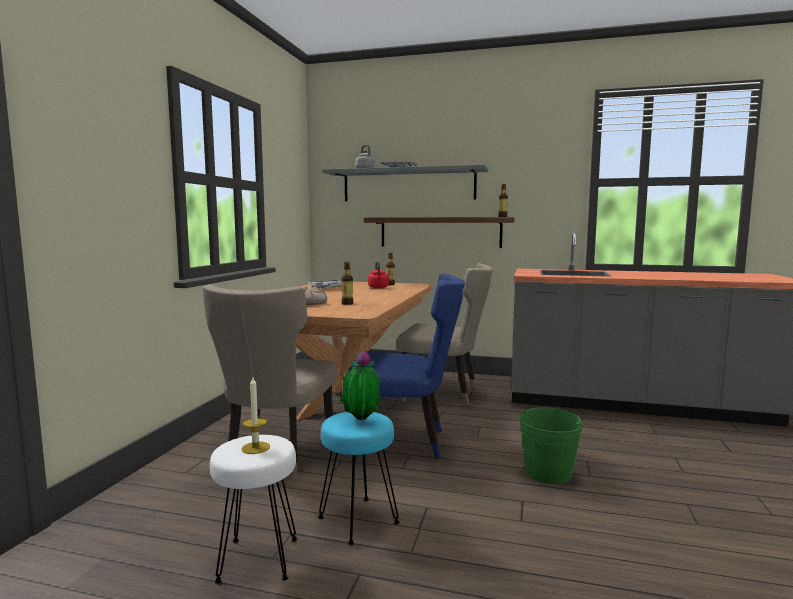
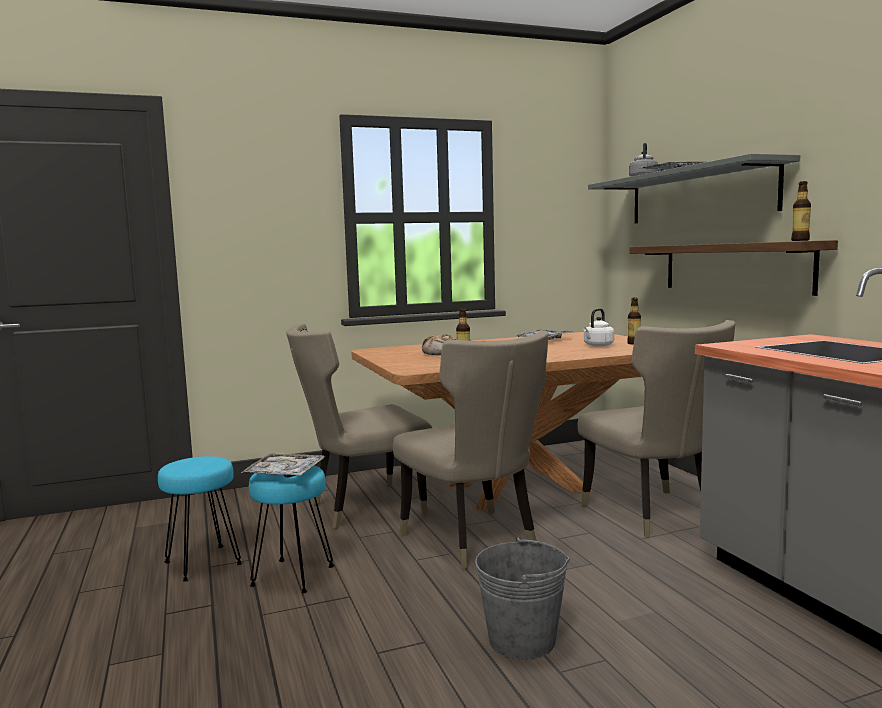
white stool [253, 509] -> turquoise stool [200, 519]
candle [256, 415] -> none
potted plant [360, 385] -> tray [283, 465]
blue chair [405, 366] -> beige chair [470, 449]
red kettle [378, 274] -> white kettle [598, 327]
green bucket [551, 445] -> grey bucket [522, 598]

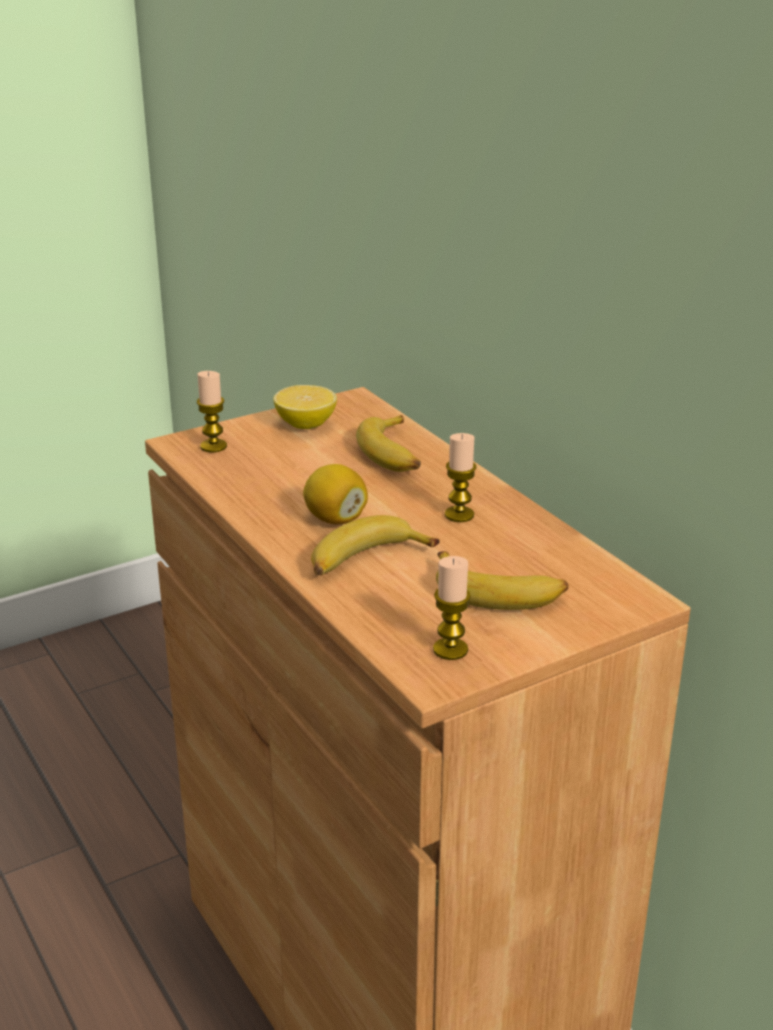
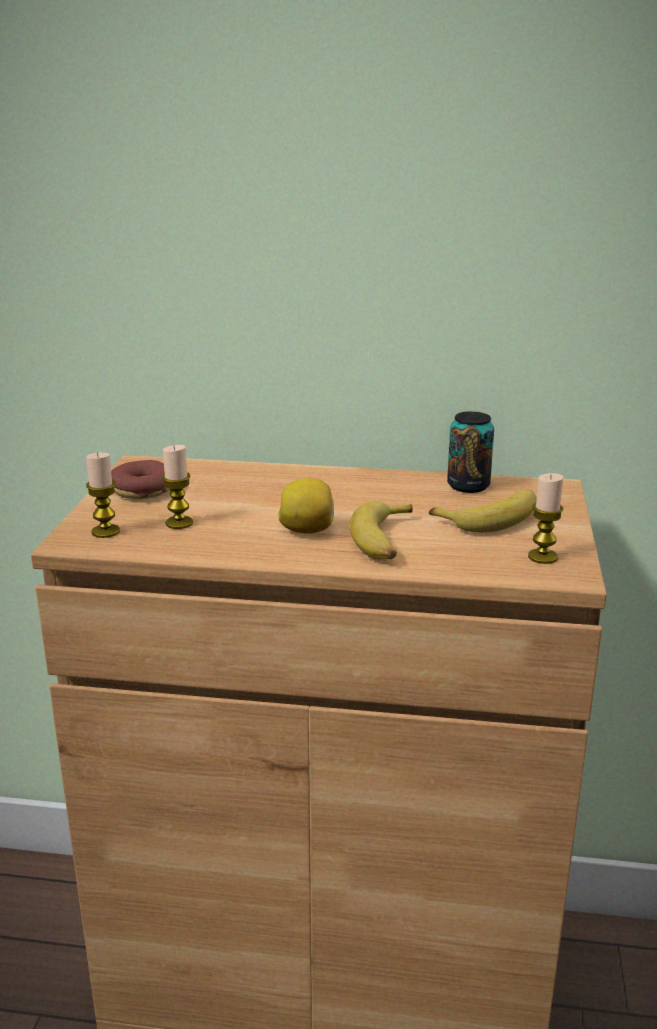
lemon [305, 407] -> donut [141, 479]
banana [388, 443] -> none
candle [460, 477] -> candle [177, 487], relocated
none -> can [470, 452]

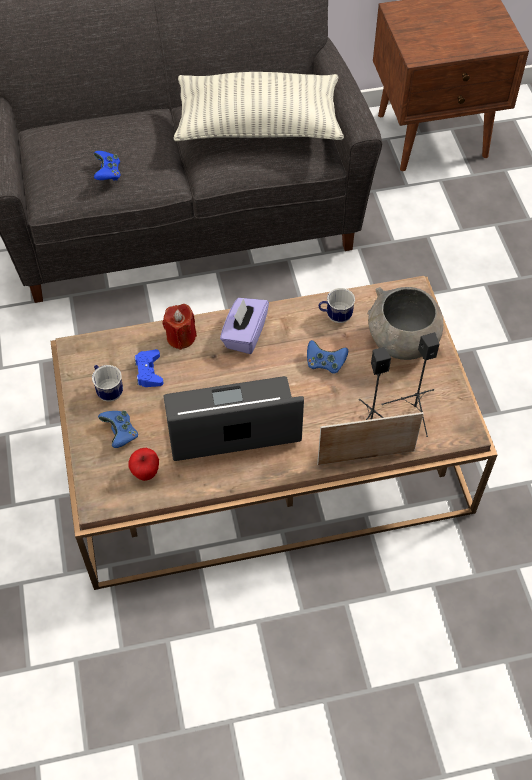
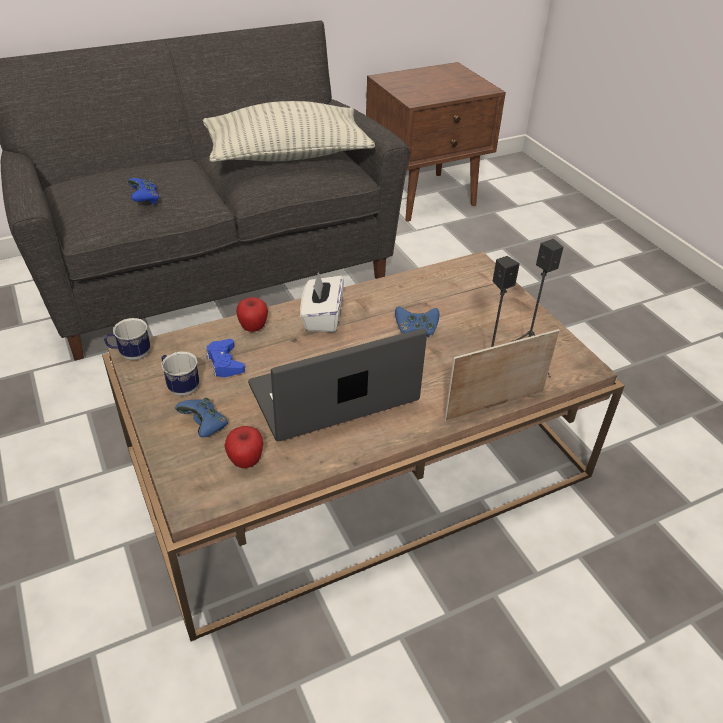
red candle [179, 327] -> apple [252, 314]
purple tissue box [244, 326] -> white tissue box [322, 302]
mug [337, 305] -> mug [127, 339], relocated
grey bowl [405, 323] -> none

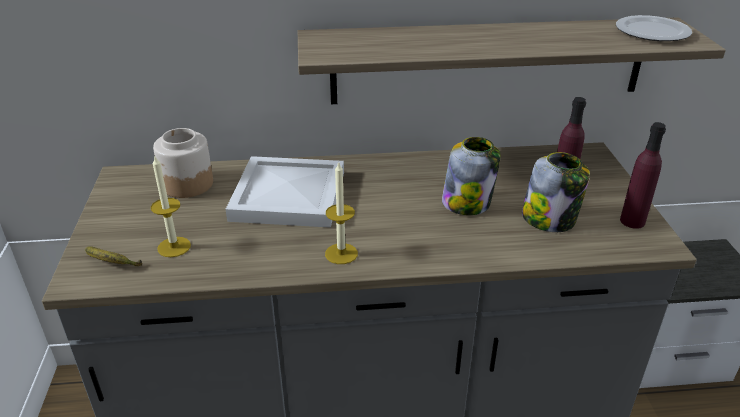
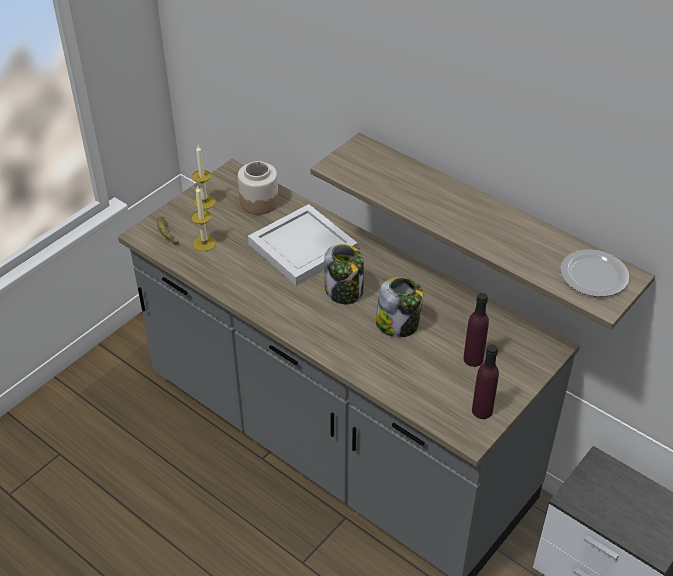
candle [341, 212] -> candle [204, 177], relocated
jar [556, 192] -> jar [344, 274], relocated

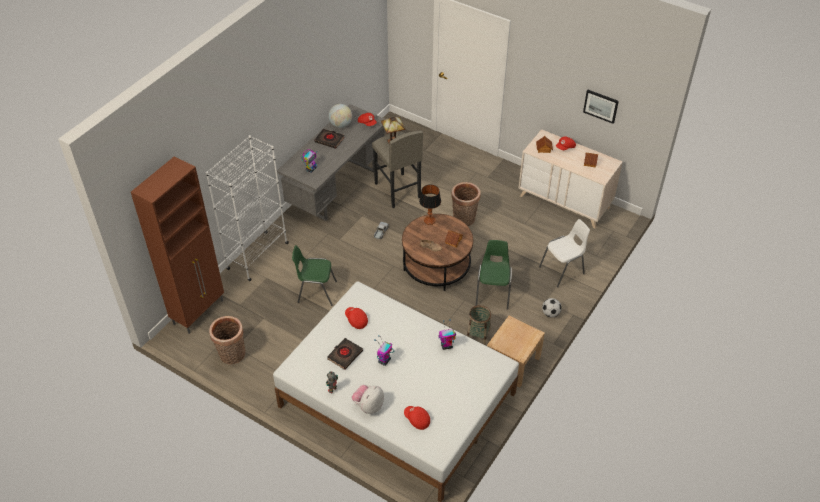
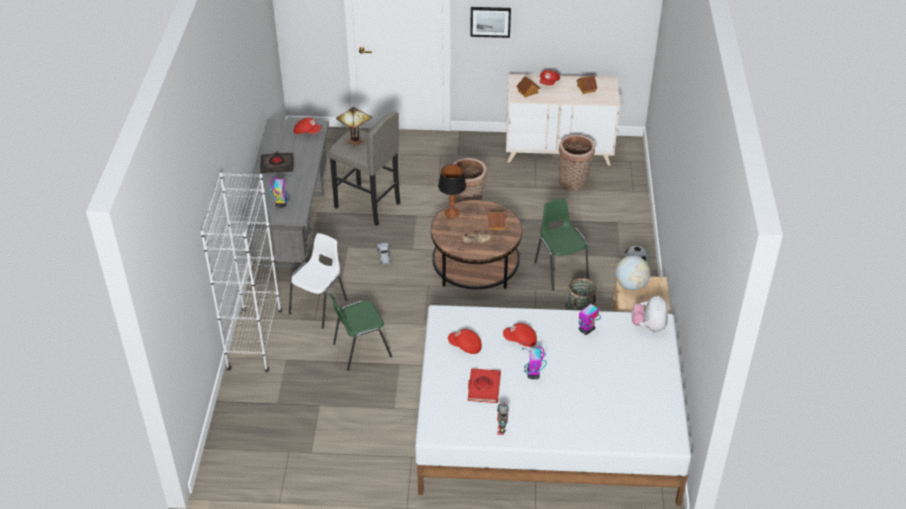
brown cabinet [177, 245] -> none
basket [227, 340] -> basket [577, 163], relocated
black book [345, 354] -> red book [484, 385]
globe [340, 116] -> globe [632, 273], relocated
plush toy [368, 399] -> plush toy [650, 313], relocated
red cap [417, 418] -> red cap [520, 335], relocated
white chair [564, 253] -> white chair [318, 281], relocated
picture [601, 107] -> picture [490, 22], relocated

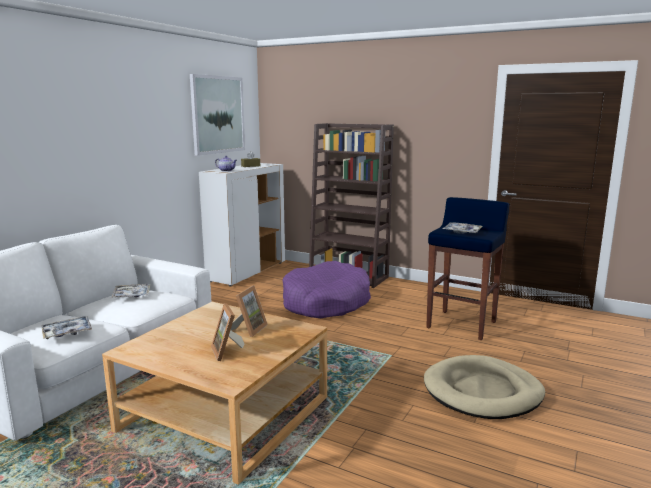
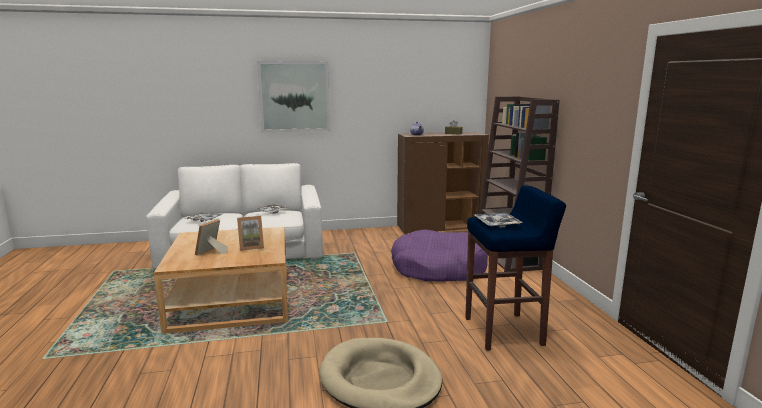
picture [217, 115] -> picture [293, 96], relocated
white cabinet [242, 225] -> brown cabinet [443, 183]

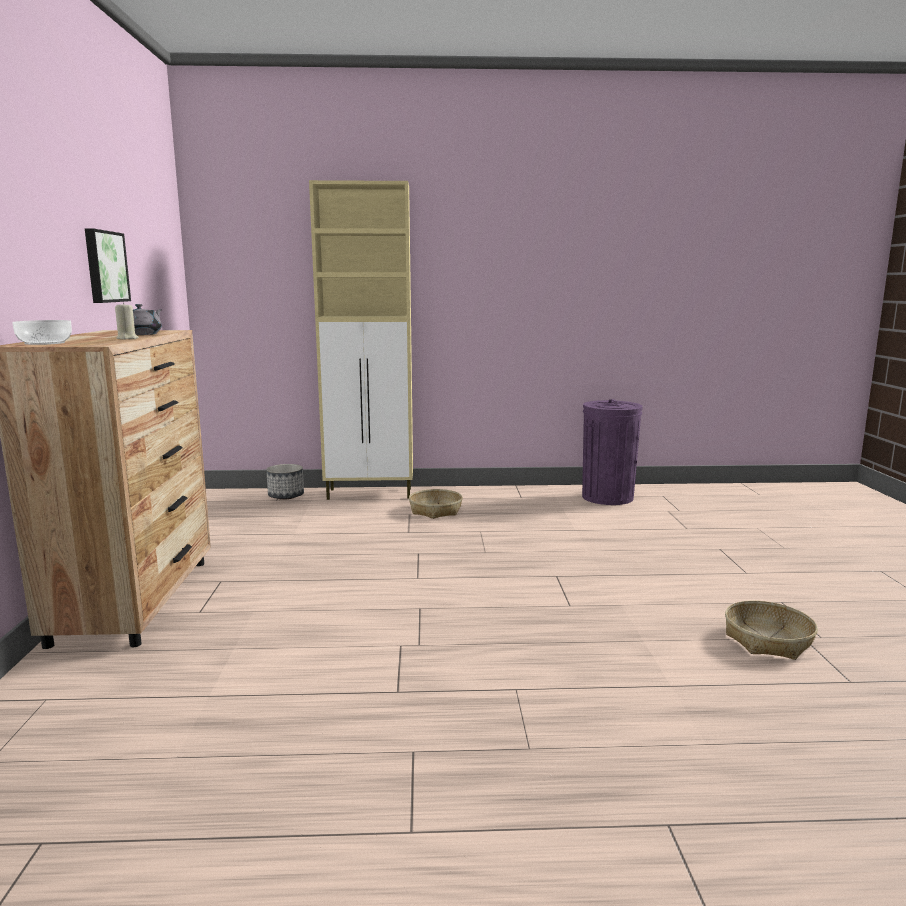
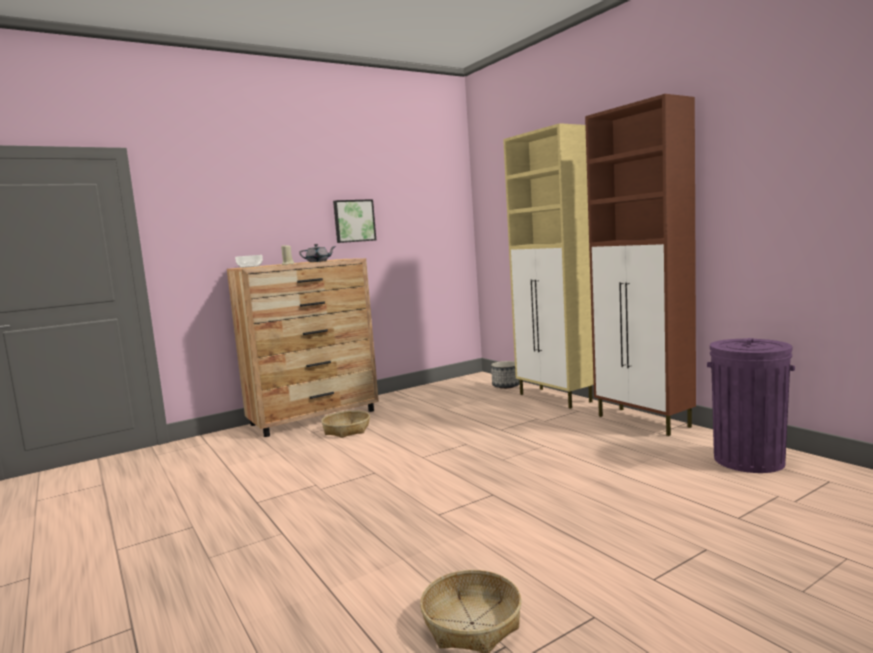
basket [436, 504] -> basket [345, 424], relocated
none -> brown cabinet [640, 265]

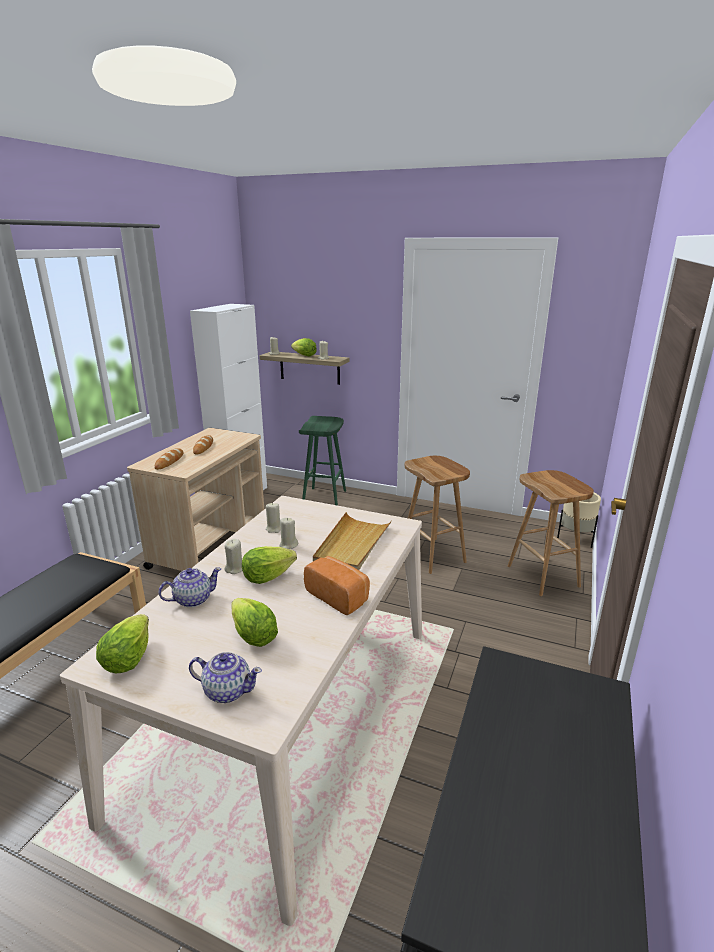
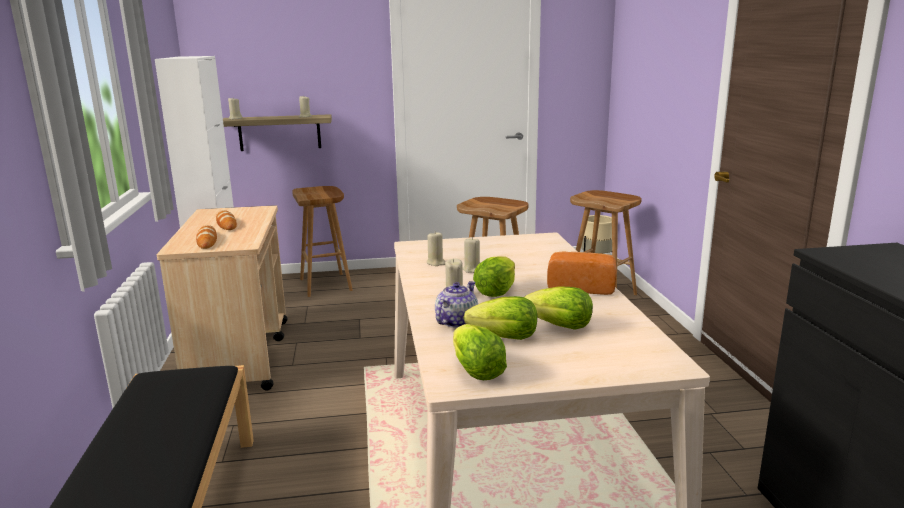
teapot [225, 677] -> none
lettuce [304, 347] -> lettuce [500, 318], relocated
green stool [322, 461] -> brown stool [322, 241]
beige tray [352, 541] -> none

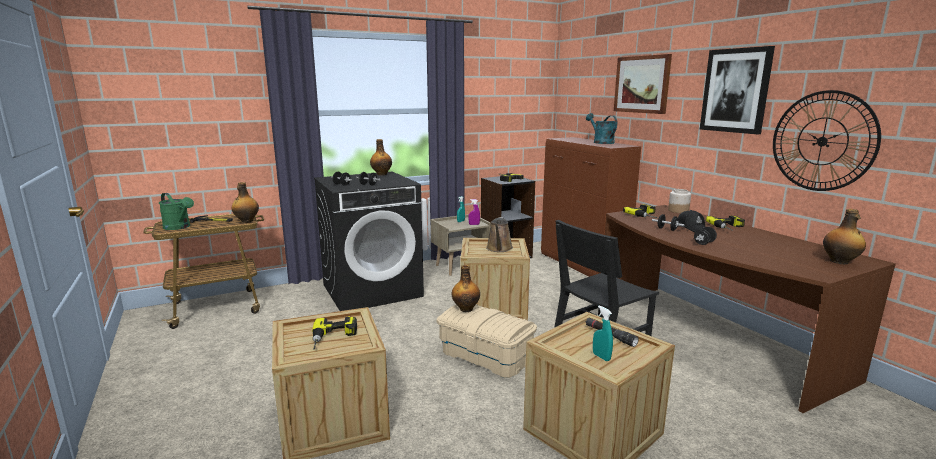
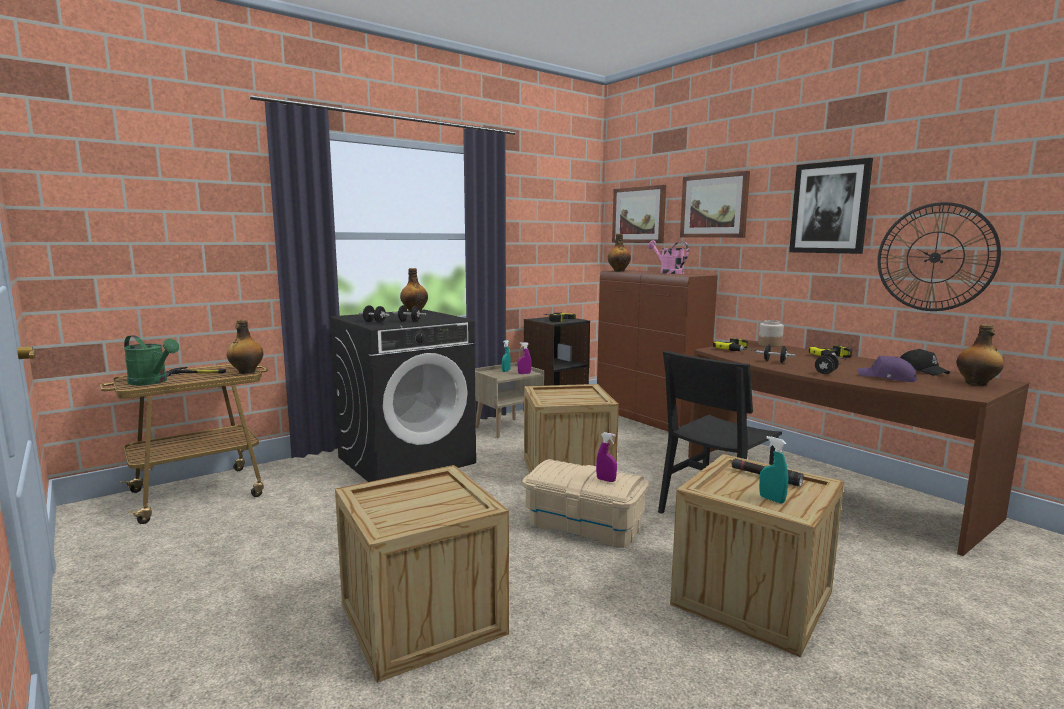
power drill [334, 333] -> none
bottle [465, 288] -> bottle [619, 253], relocated
brown watering can [499, 234] -> none
turquoise watering can [601, 128] -> pink watering can [668, 257]
black cap [691, 221] -> black cap [925, 362], relocated
none -> purple spray bottle [606, 457]
none -> picture [639, 214]
none -> purple cap [887, 369]

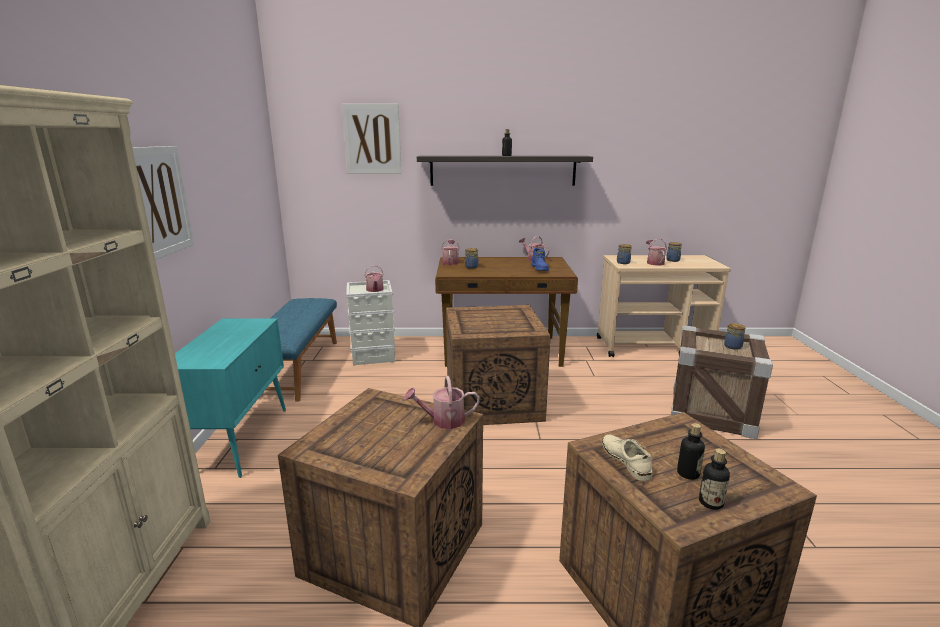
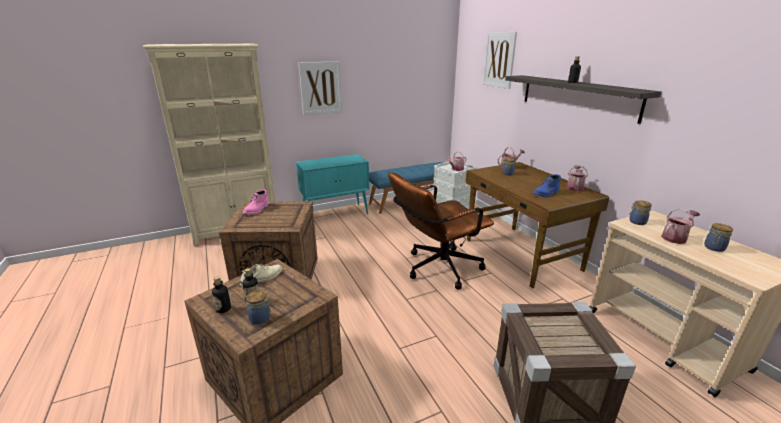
watering can [442, 402] -> none
crate [498, 365] -> brown office chair [441, 231]
jar [735, 336] -> jar [258, 307], relocated
none -> pink boot [256, 202]

